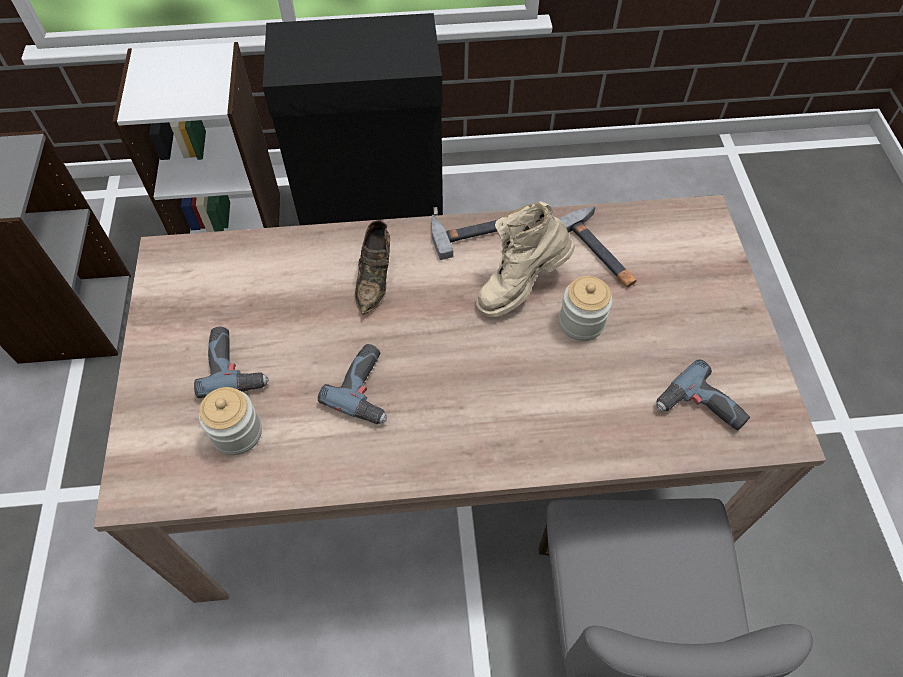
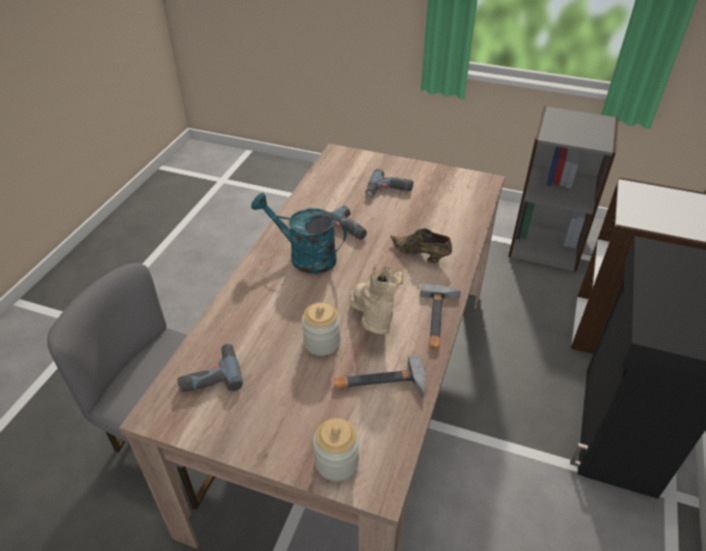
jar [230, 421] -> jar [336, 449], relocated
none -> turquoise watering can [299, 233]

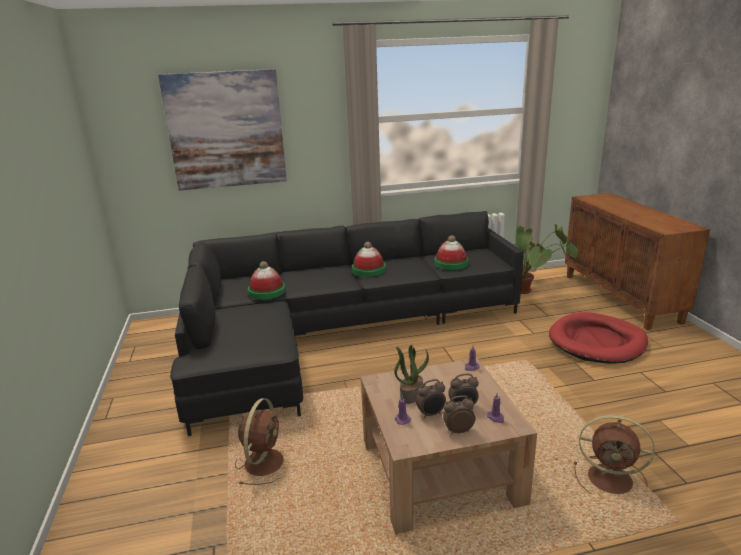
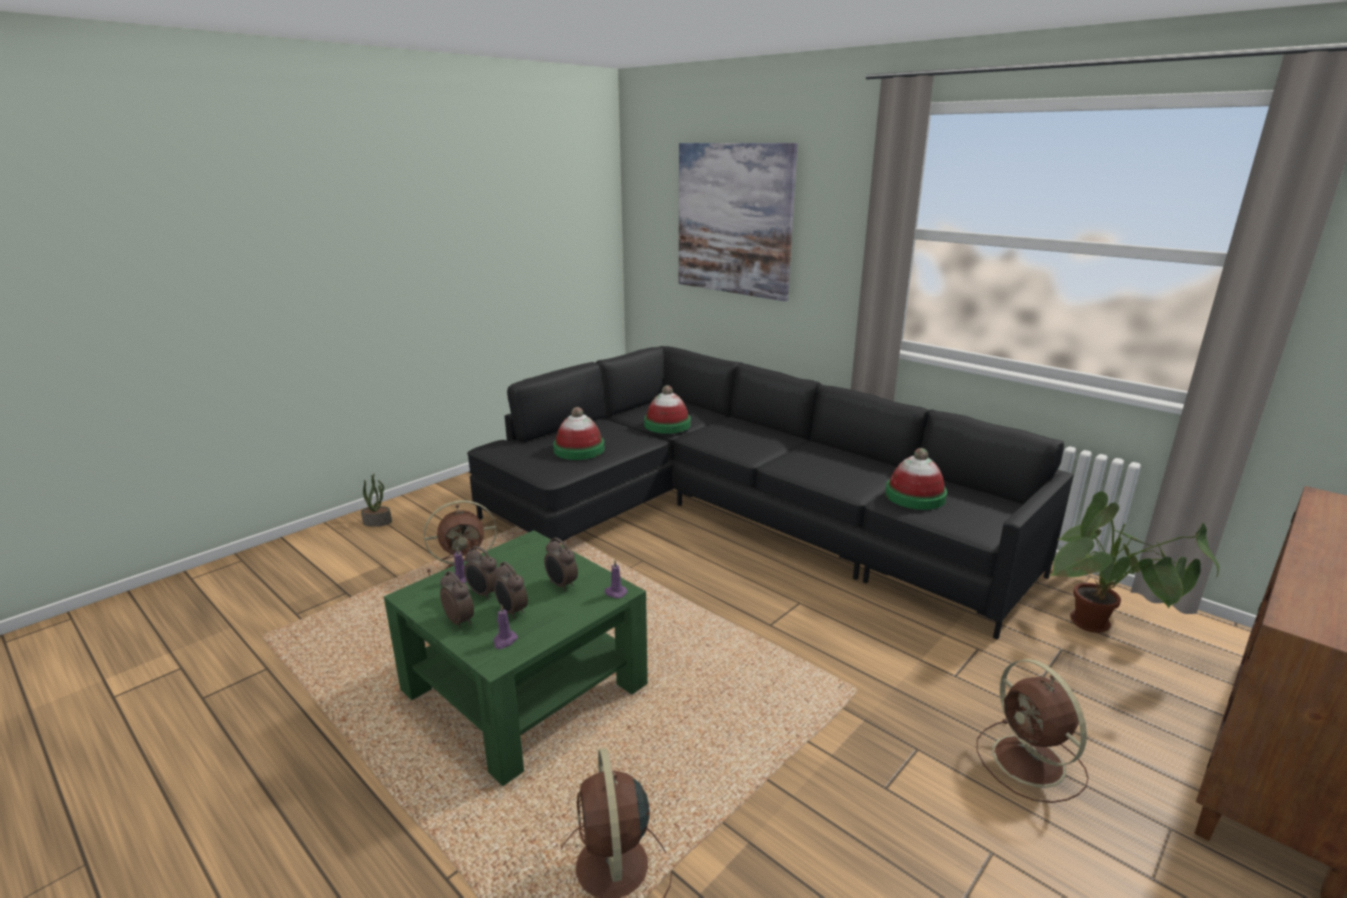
hat [369, 259] -> hat [579, 433], relocated
brown coffee table [449, 446] -> green coffee table [516, 658]
potted plant [411, 374] -> potted plant [376, 500], relocated
red dog bed [598, 337] -> brown fan [1033, 731]
none -> alarm clock [561, 564]

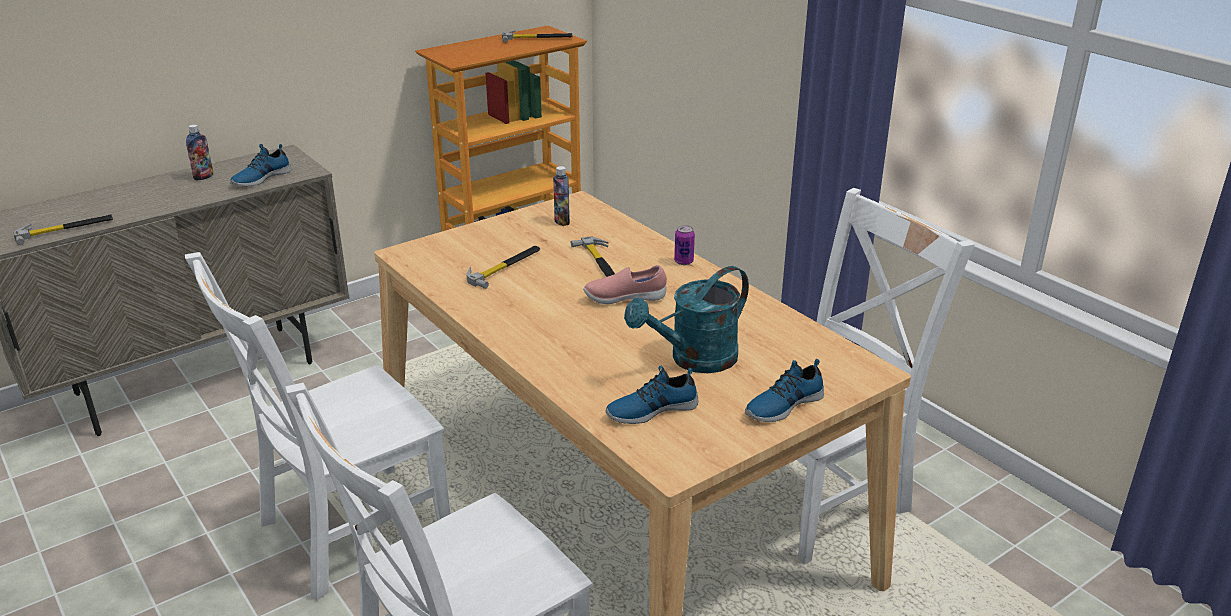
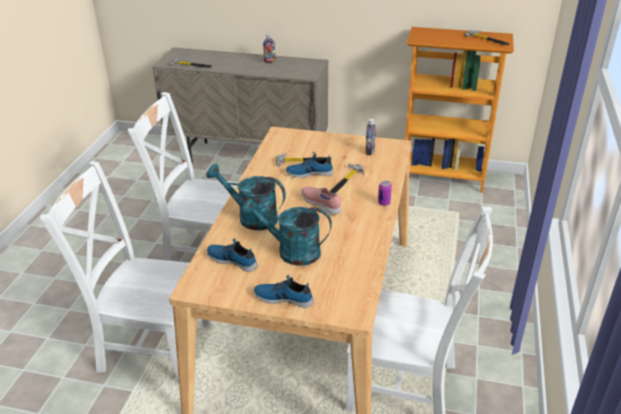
shoe [260, 165] -> shoe [309, 165], relocated
none -> turquoise watering can [246, 197]

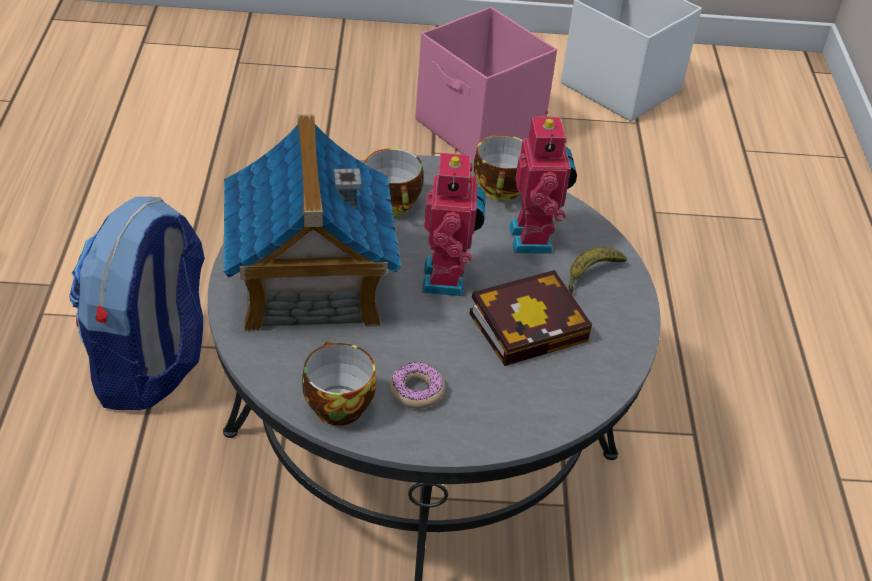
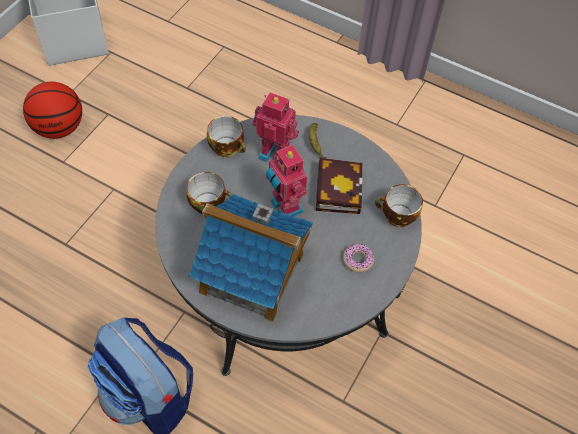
cup [339, 383] -> cup [399, 205], relocated
pink storage box [486, 83] -> basketball [52, 110]
toy robot [453, 222] -> toy robot [286, 180], 150 degrees counterclockwise

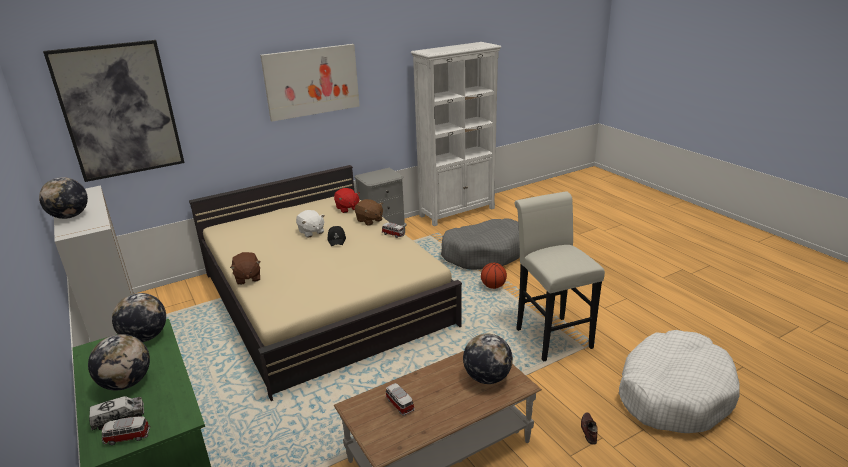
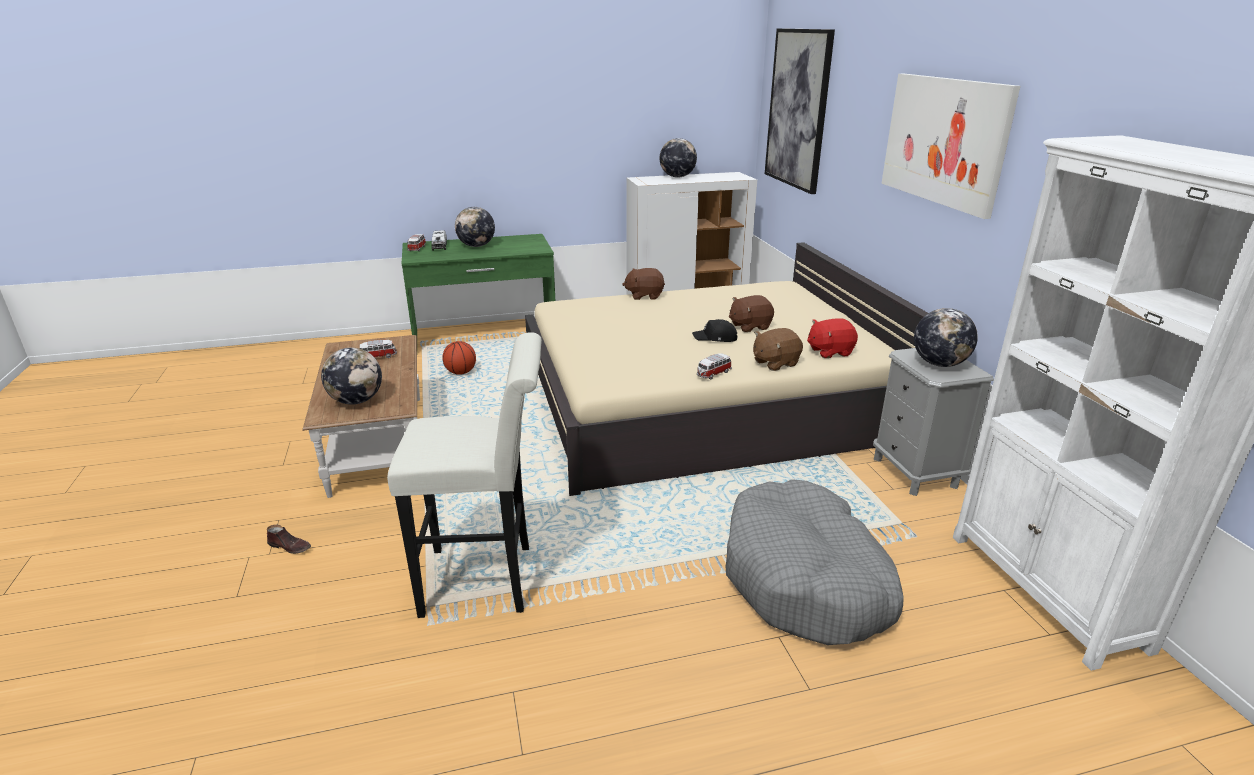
globe [139, 317] -> globe [946, 337], relocated
white plush toy [310, 224] -> brown plush toy [751, 313]
basketball [494, 276] -> basketball [459, 358], relocated
white dog bed [679, 381] -> none

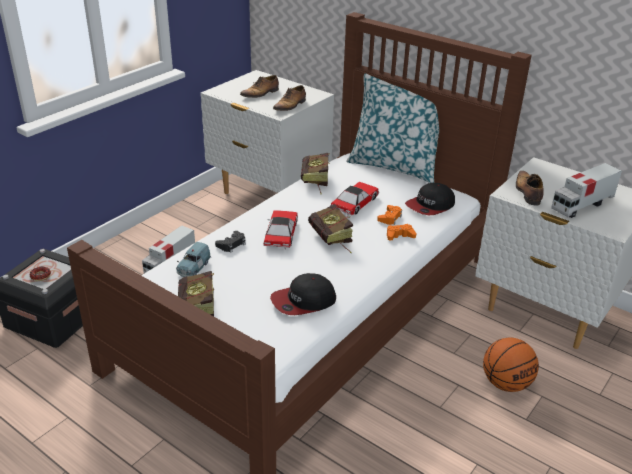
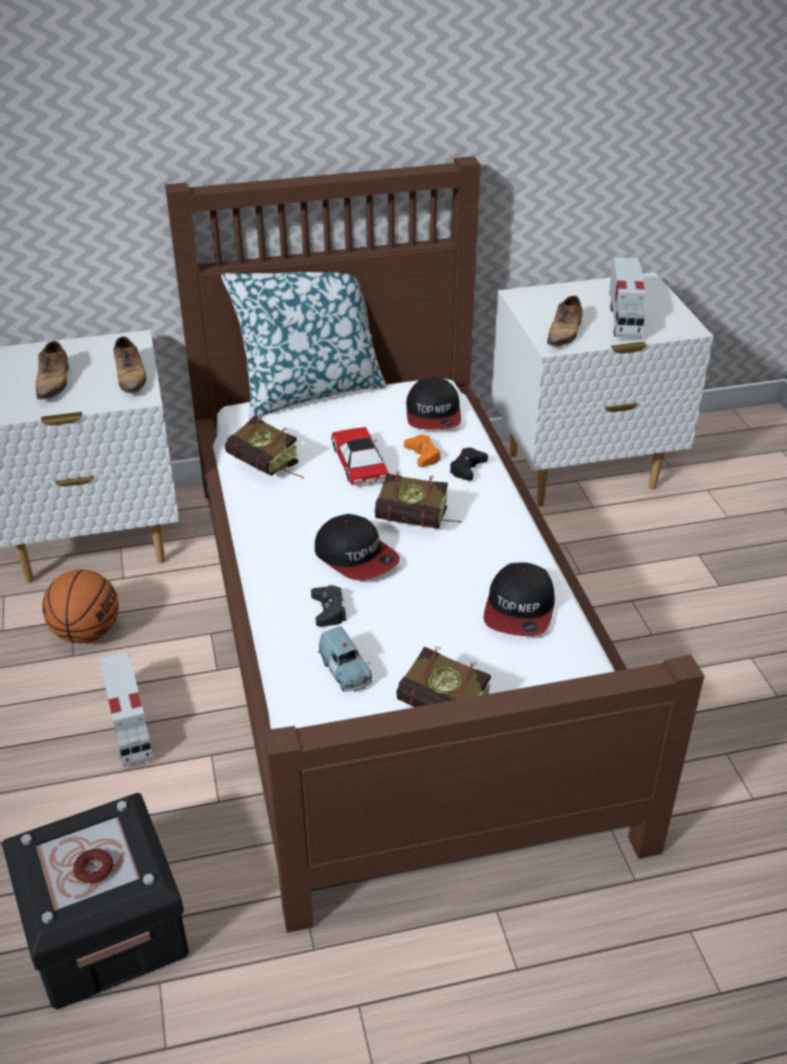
toy car [280, 229] -> cap [357, 547]
orange game controller [401, 232] -> black game controller [468, 464]
basketball [511, 365] -> basketball [80, 606], relocated
shoe [530, 188] -> shoe [565, 320], 105 degrees counterclockwise

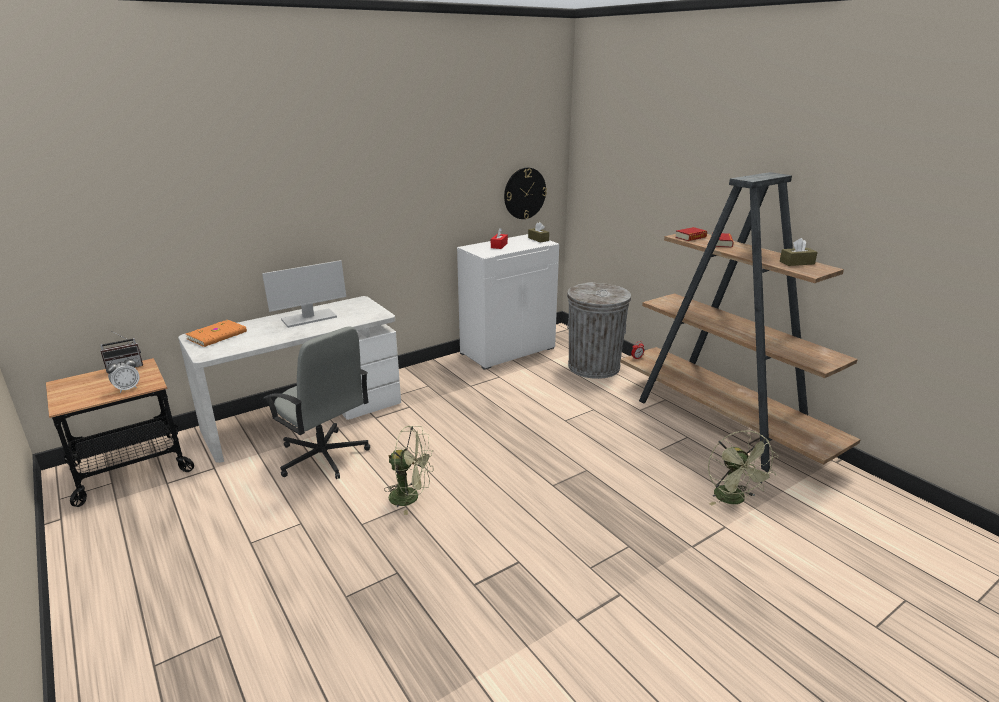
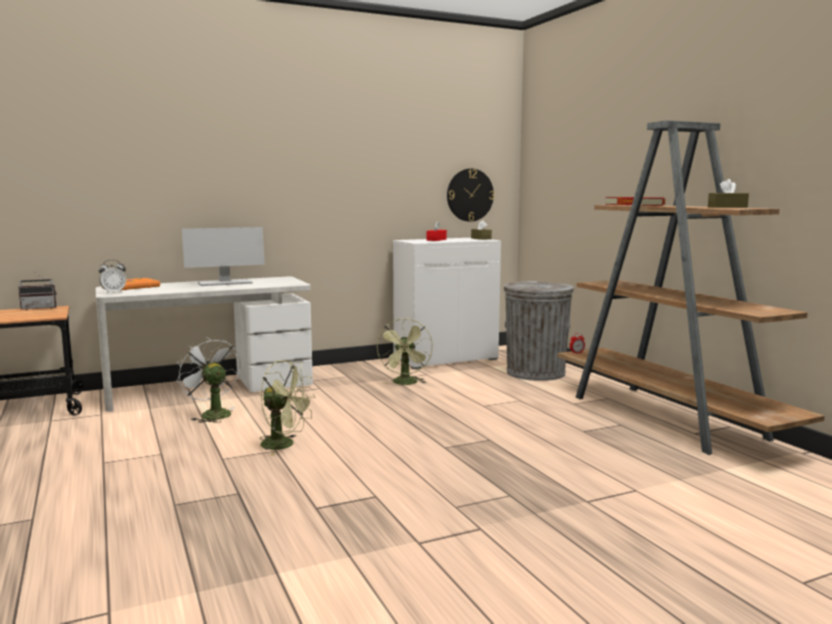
alarm clock [123, 374] -> alarm clock [112, 277], relocated
grey office chair [316, 402] -> white fan [208, 380]
green fan [743, 467] -> green fan [405, 351], relocated

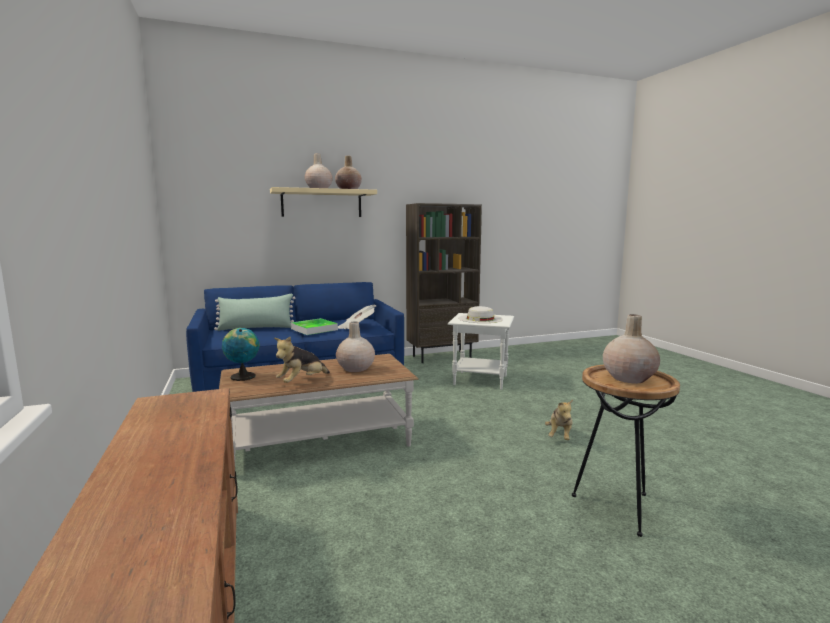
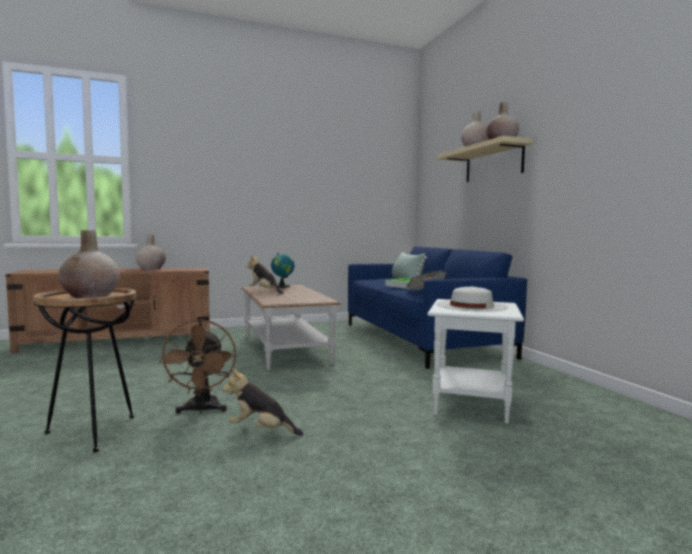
beige vase [355, 346] -> beige vase [151, 252], relocated
brown bookcase [444, 283] -> none
none -> brown fan [197, 366]

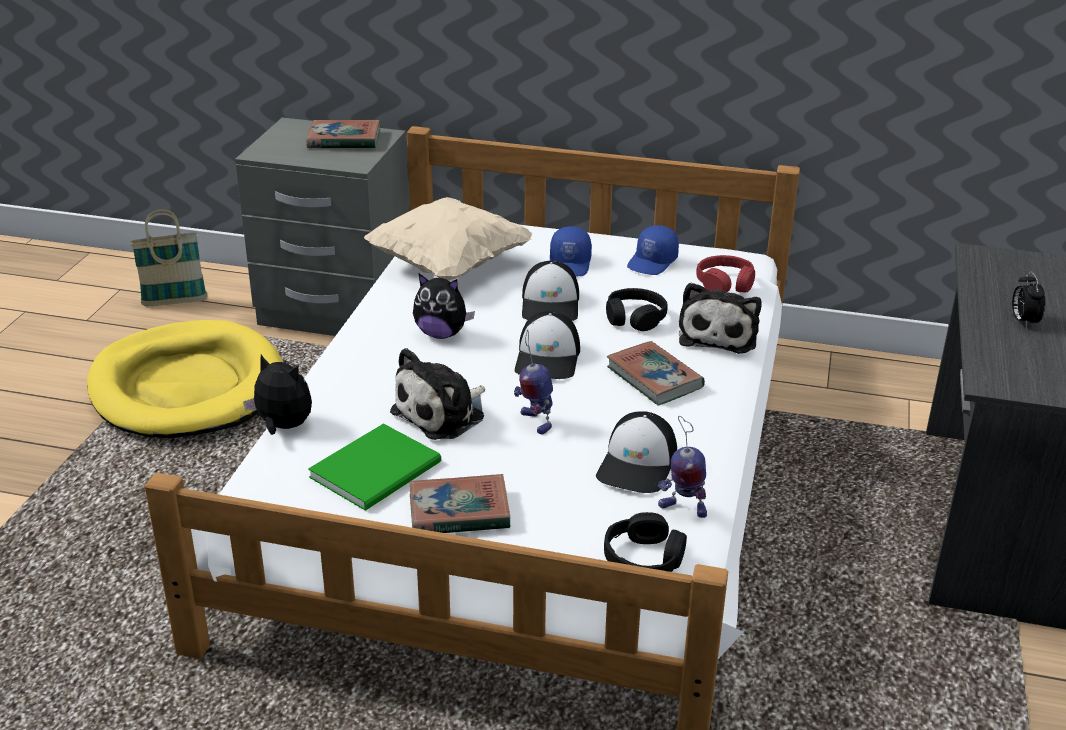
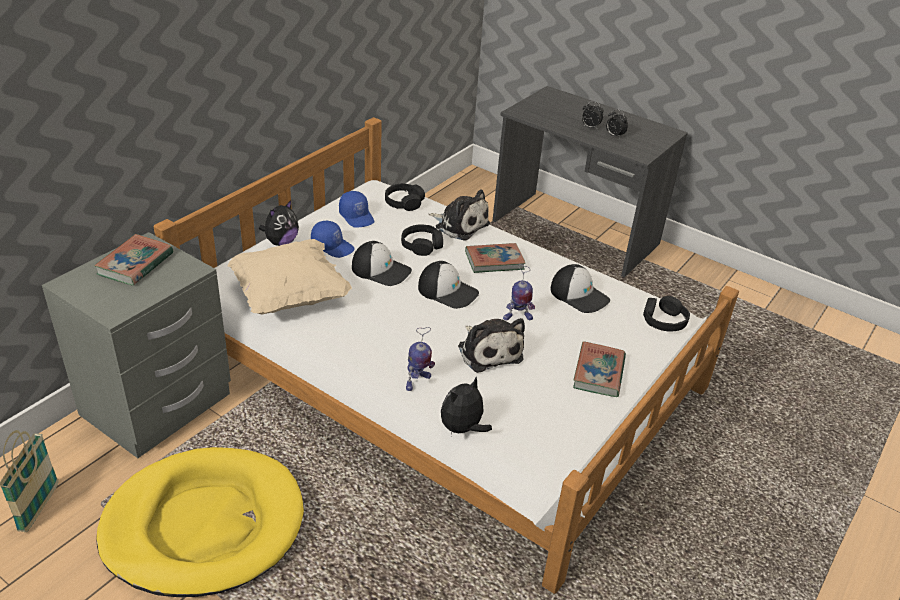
green book [374, 467] -> none
plush toy [444, 306] -> plush toy [279, 223], relocated
toy robot [682, 467] -> toy robot [420, 359], relocated
red headphones [725, 273] -> black headphones [405, 197]
none -> alarm clock [617, 123]

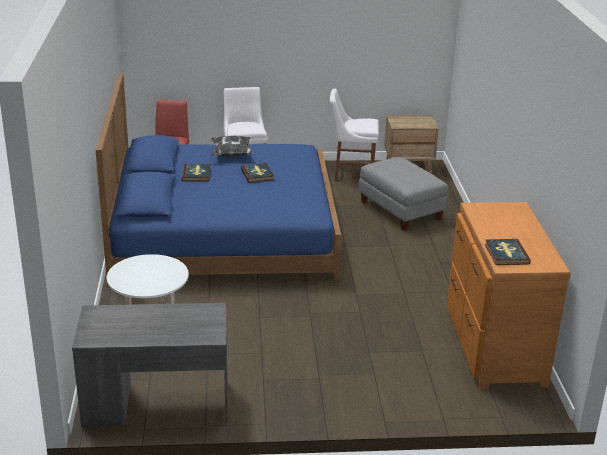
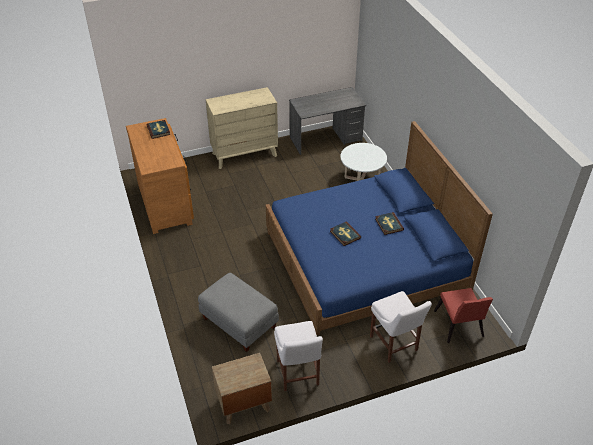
pillow [231, 146] -> none
white chair [354, 134] -> white chair [298, 356], 90 degrees clockwise
none -> beige dresser [242, 128]

